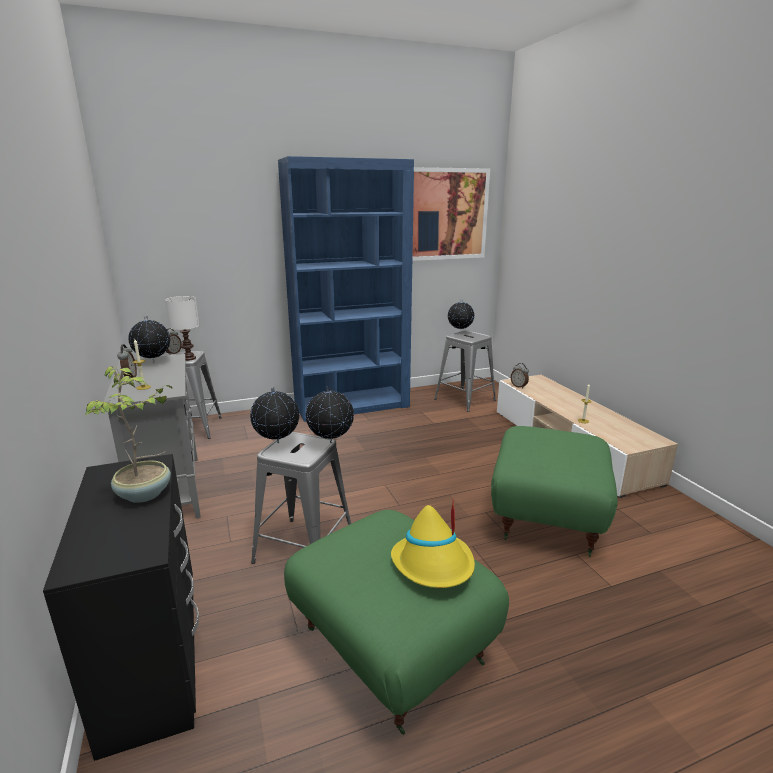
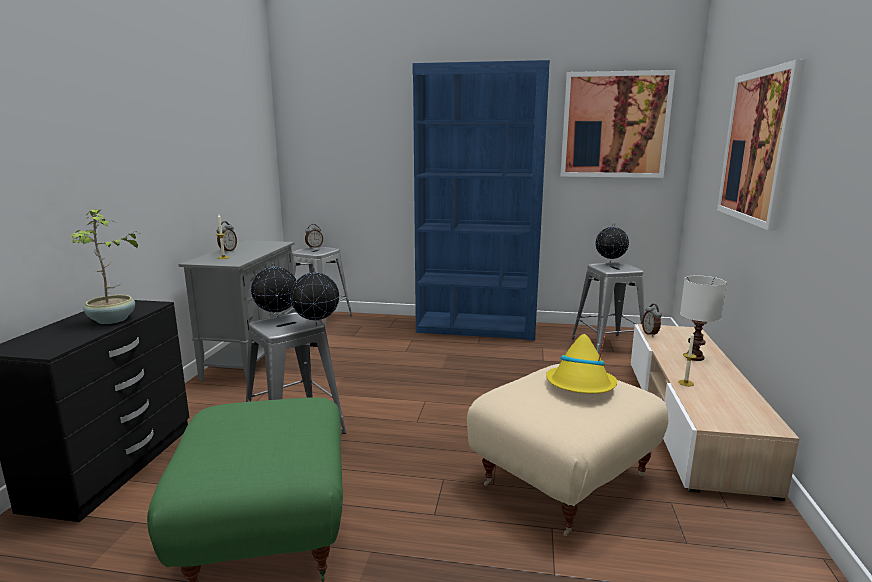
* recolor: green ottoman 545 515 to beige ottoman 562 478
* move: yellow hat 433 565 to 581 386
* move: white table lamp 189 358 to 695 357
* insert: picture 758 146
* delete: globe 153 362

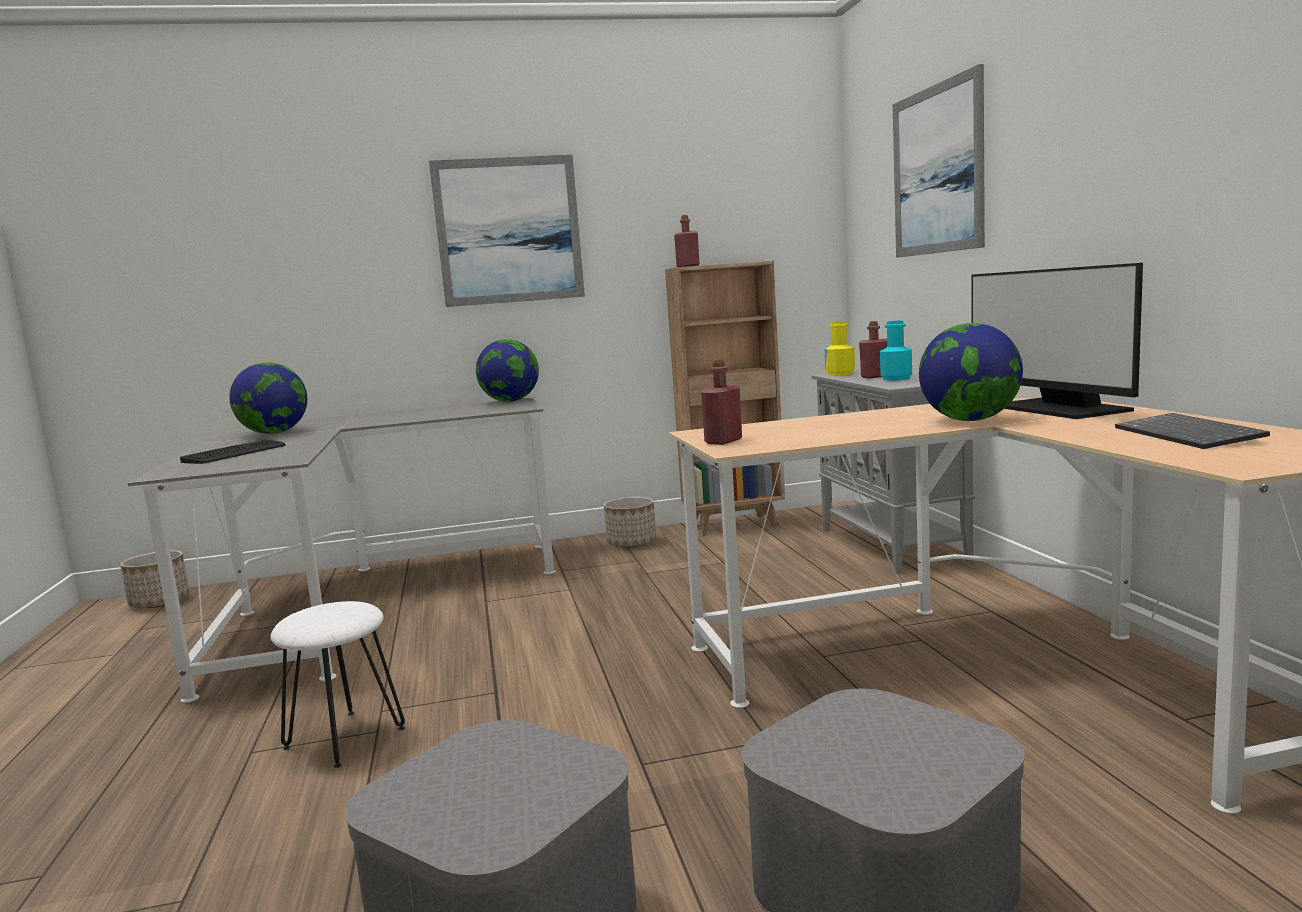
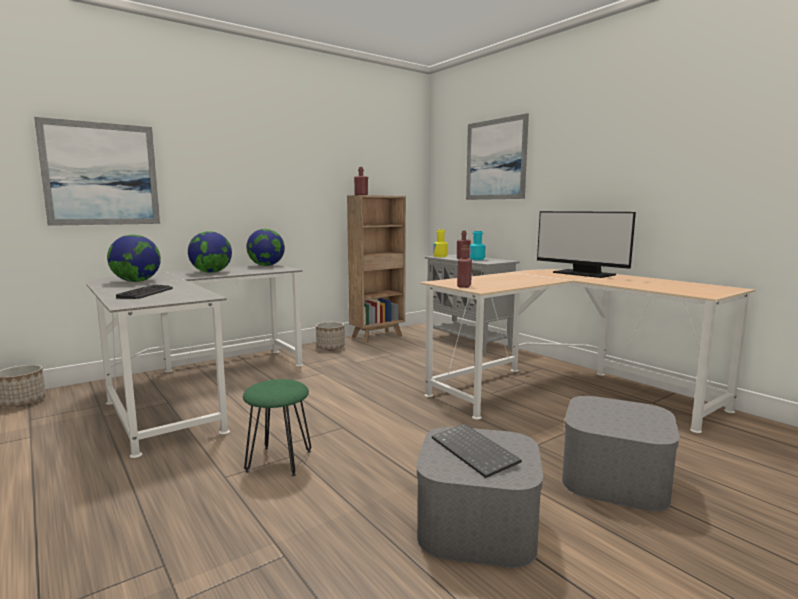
* move: picture 509 231 to 101 174
* move: globe 970 420 to 211 272
* recolor: white stool 344 738 to green stool 279 461
* move: keyboard 1190 435 to 476 451

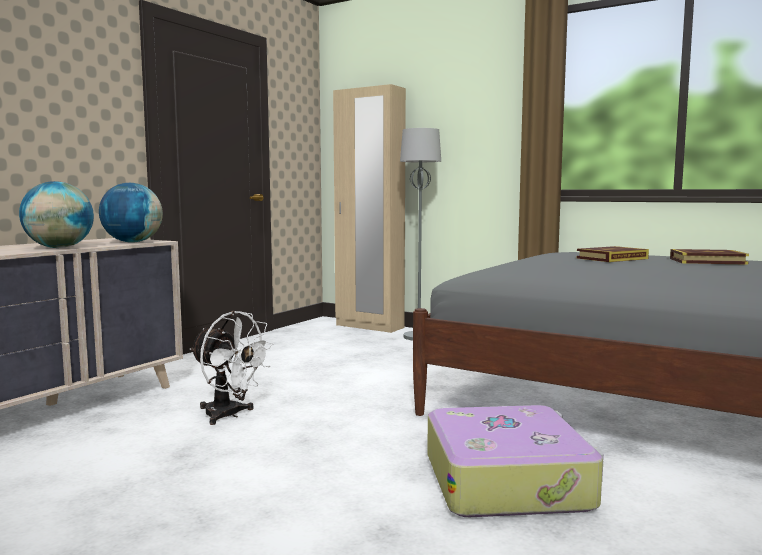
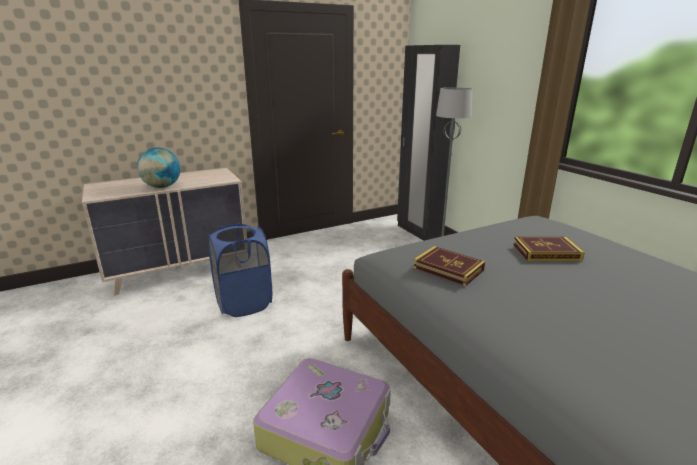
* replace: white fan 229 415 to blue laundry basket 244 303
* recolor: beige wardrobe 369 326 to black wardrobe 418 232
* move: book 707 261 to 448 269
* delete: globe 132 242

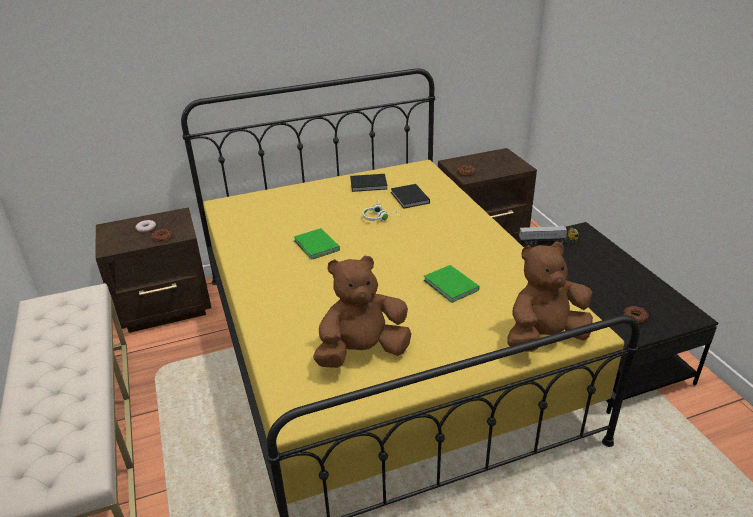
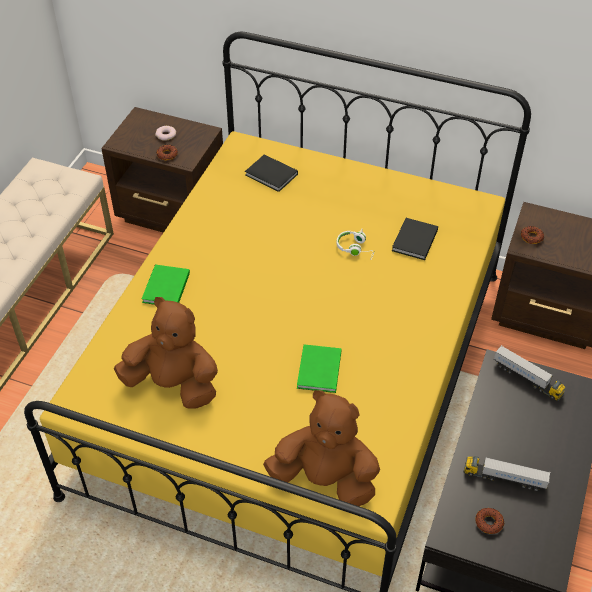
* move: green book 316 246 to 165 288
* move: black book 369 184 to 272 175
* insert: toy truck 504 478

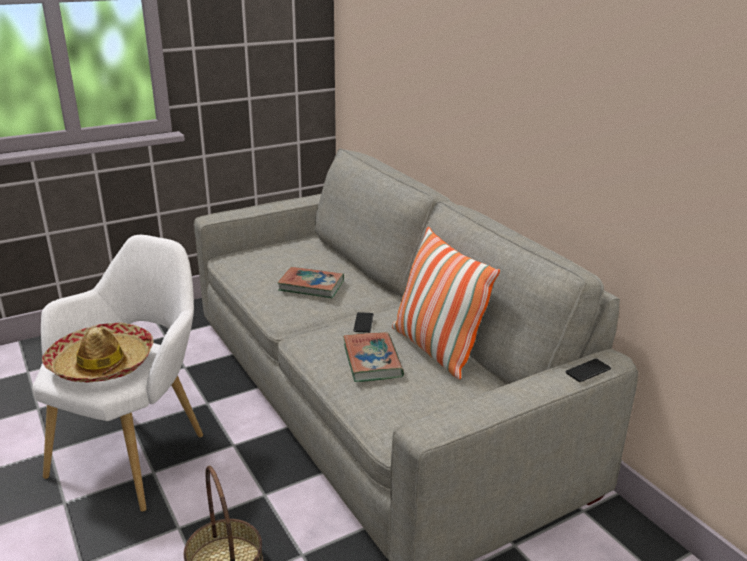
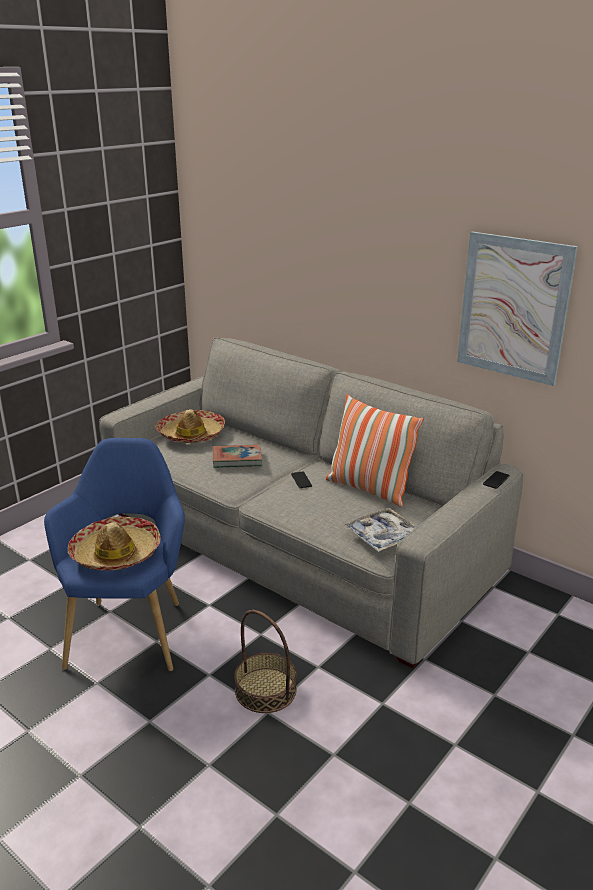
* recolor: white armchair 138 451 to blue armchair 131 629
* insert: hat 191 434
* insert: tray 383 536
* insert: picture 513 308
* delete: book 372 361

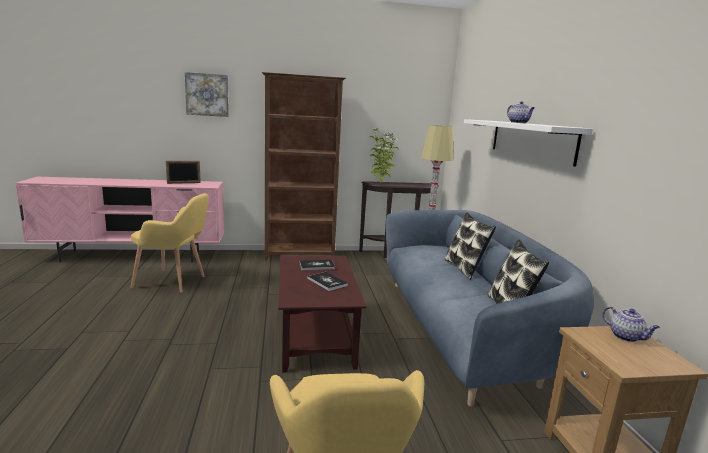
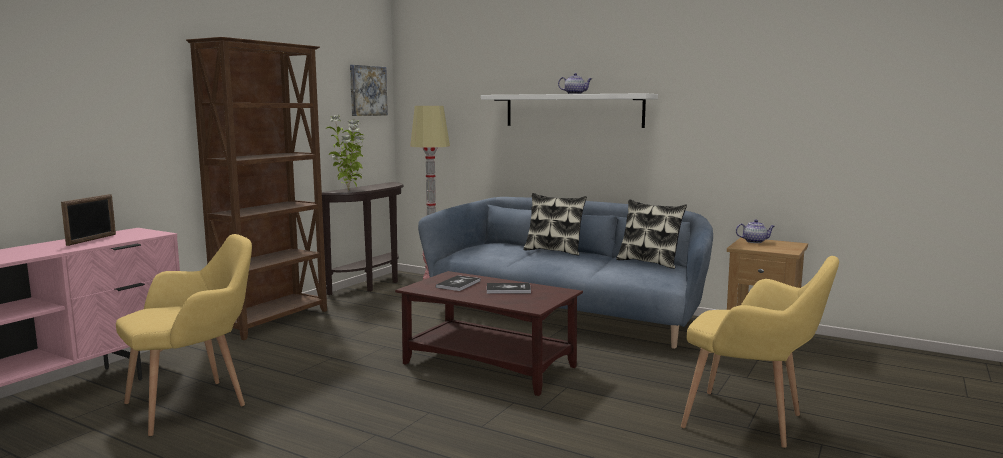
* move: picture 207 94 to 367 91

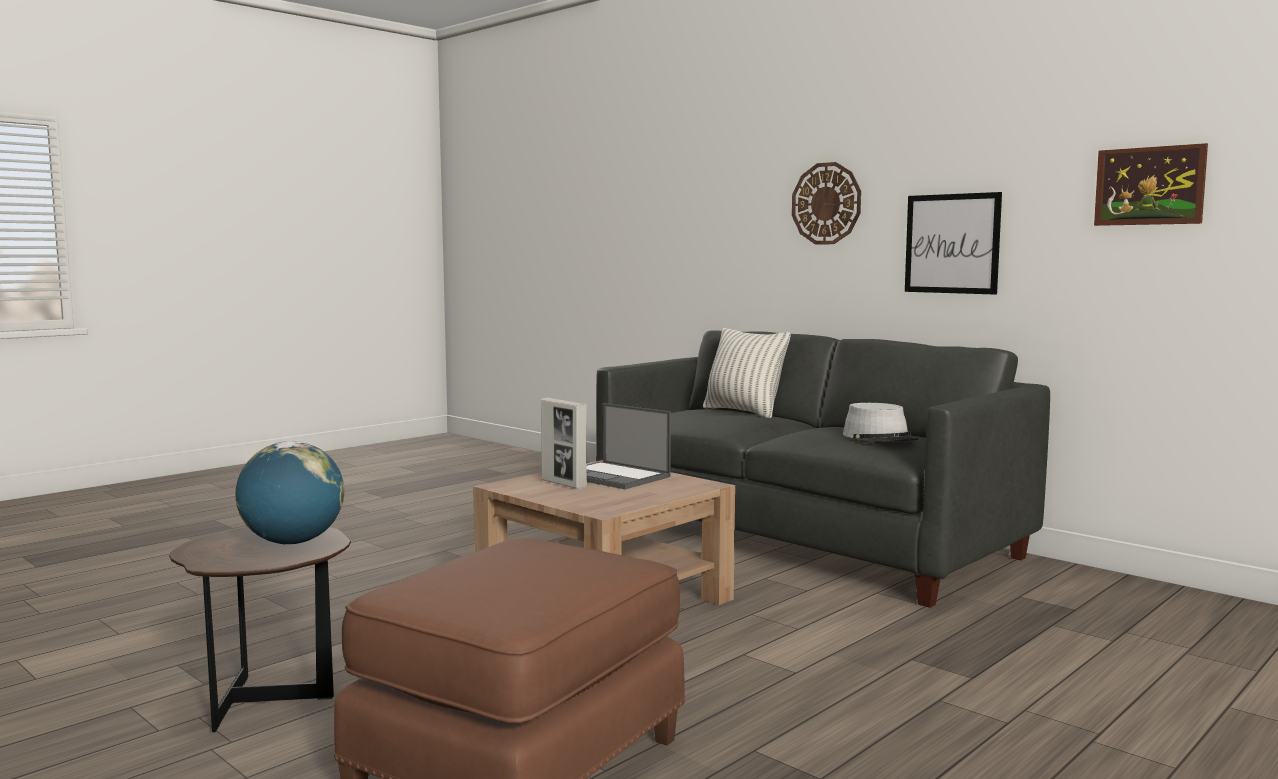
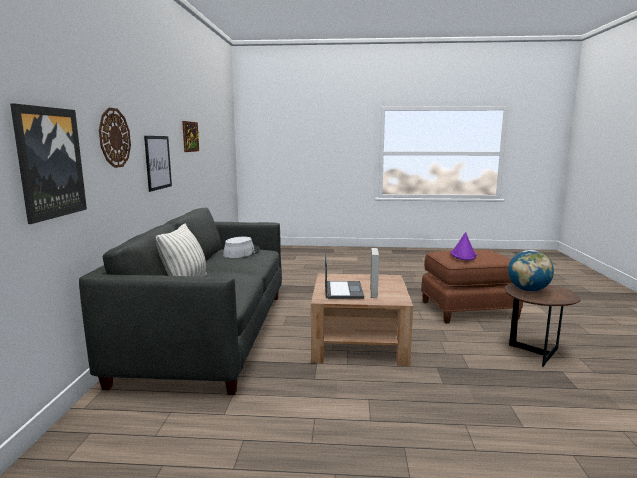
* insert: picture 50 163
* insert: purple hat 463 255

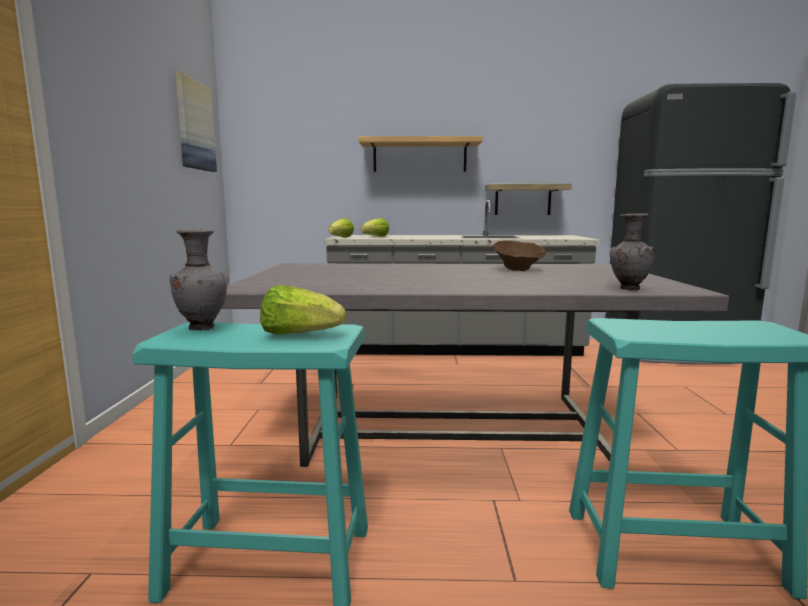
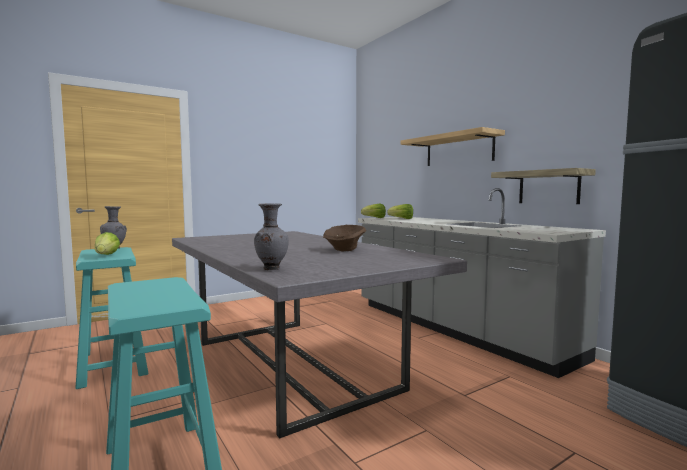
* delete: picture 195 125

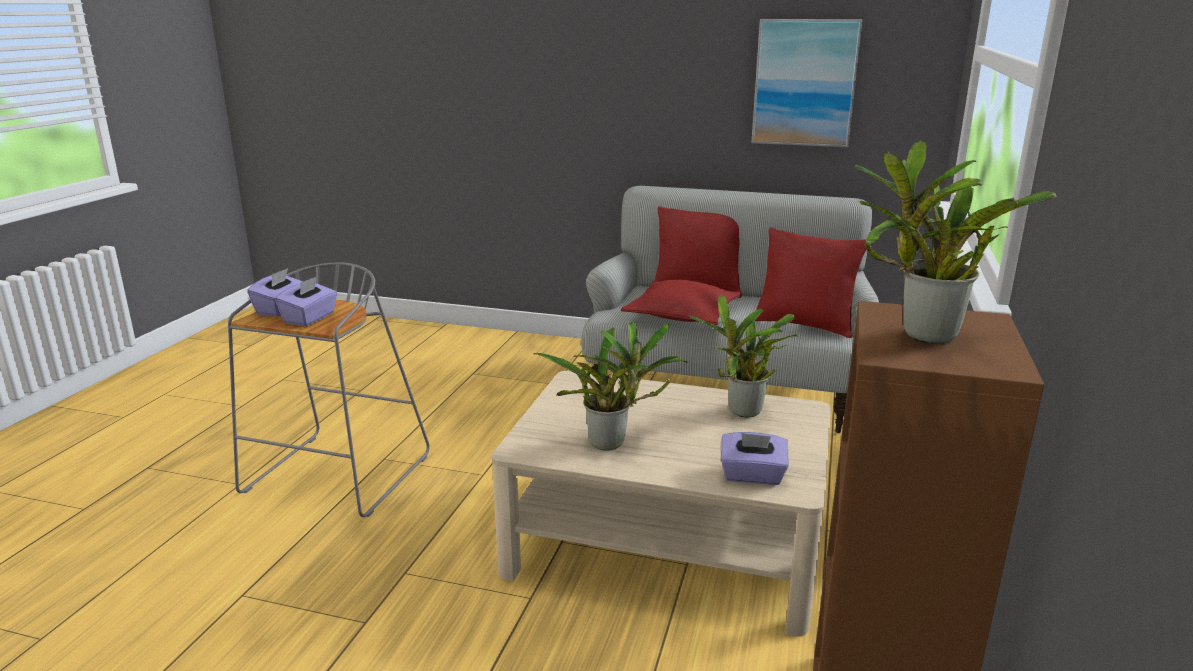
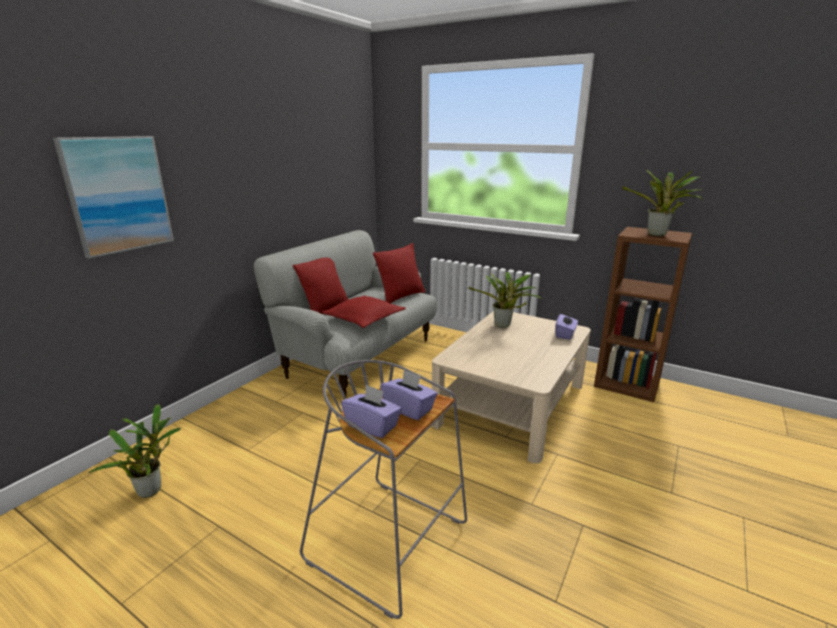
* move: picture 805 83 to 118 195
* move: potted plant 612 444 to 153 489

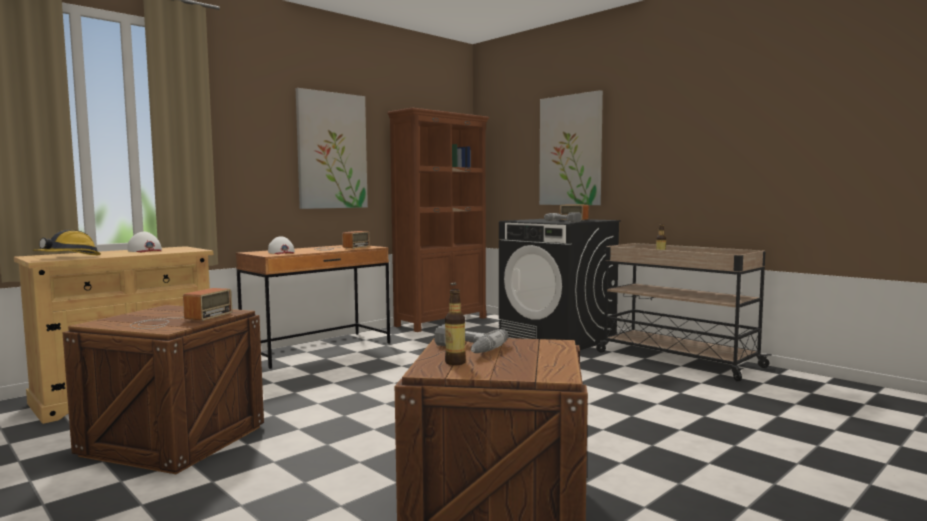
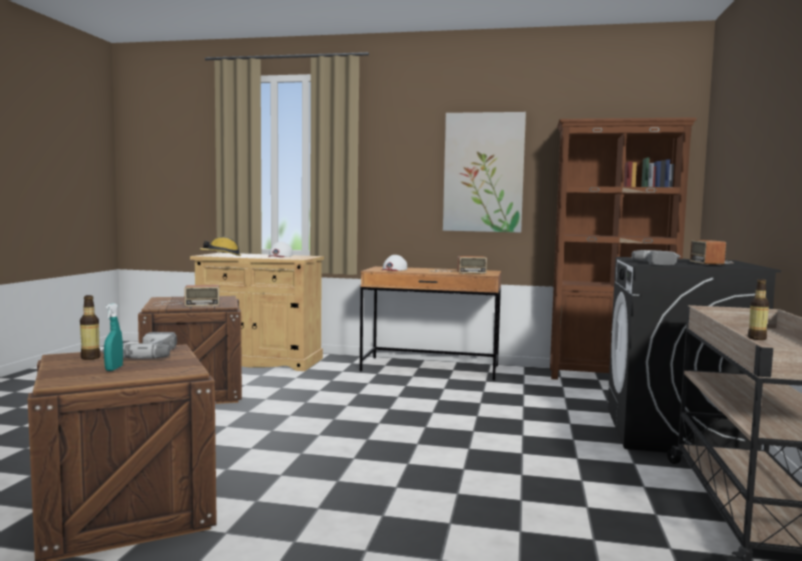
* insert: turquoise spray bottle 114 369
* delete: picture 570 150

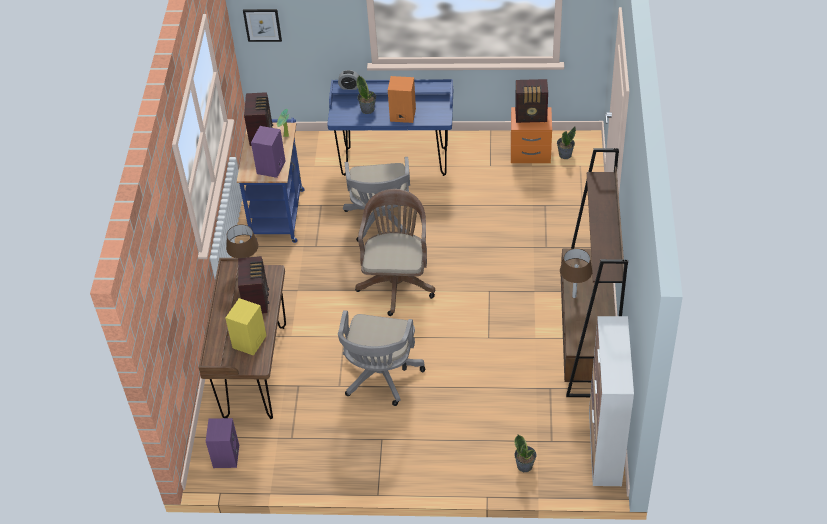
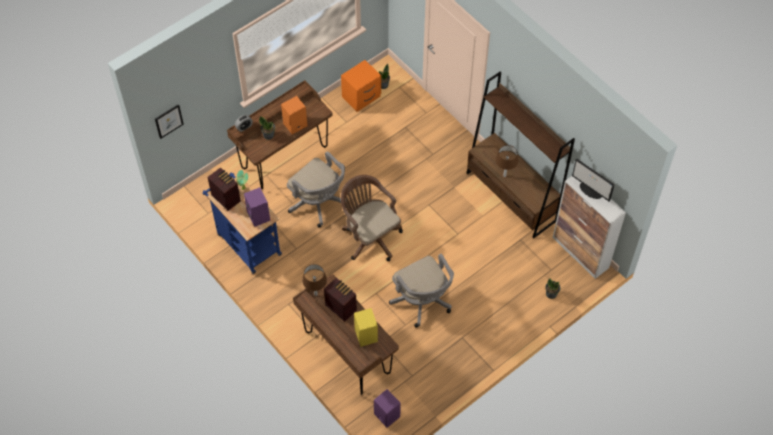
* recolor: blue desk 395 161 to brown desk 284 157
* insert: monitor 591 190
* delete: radio 531 116

